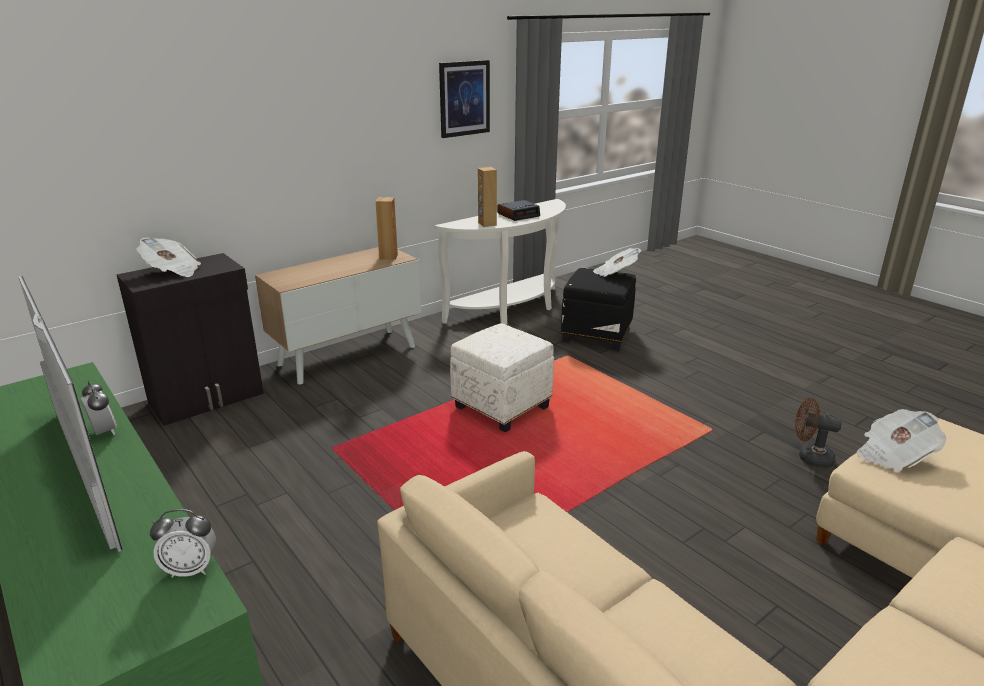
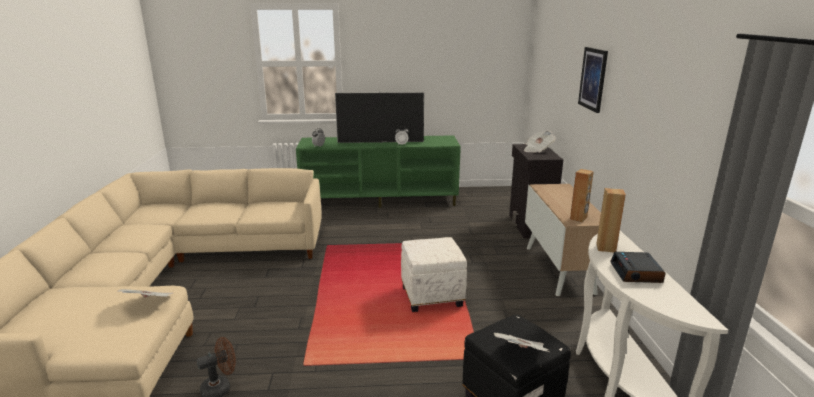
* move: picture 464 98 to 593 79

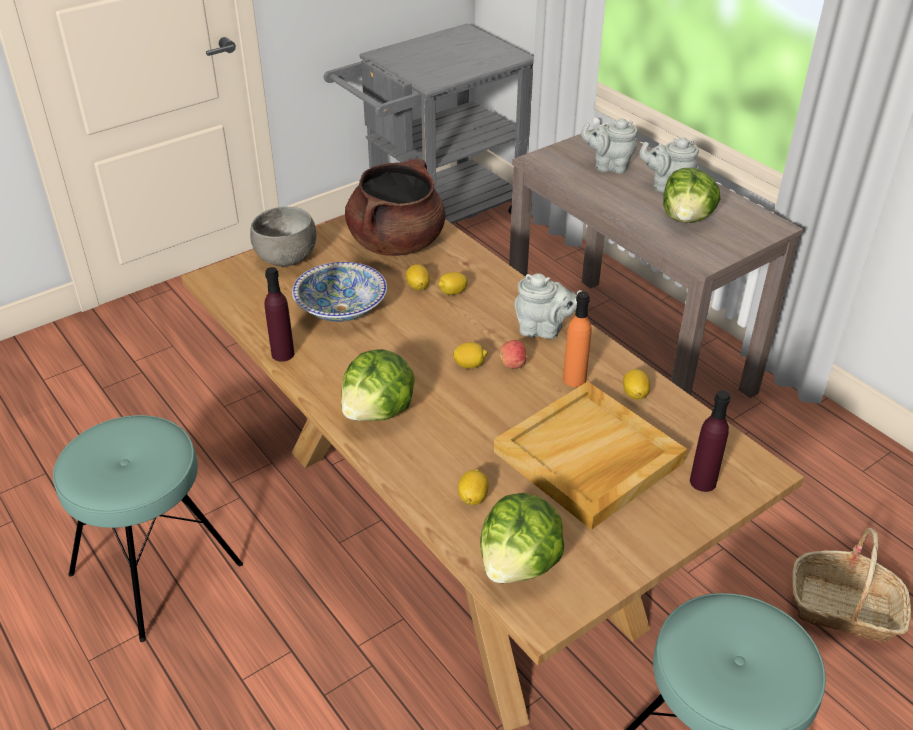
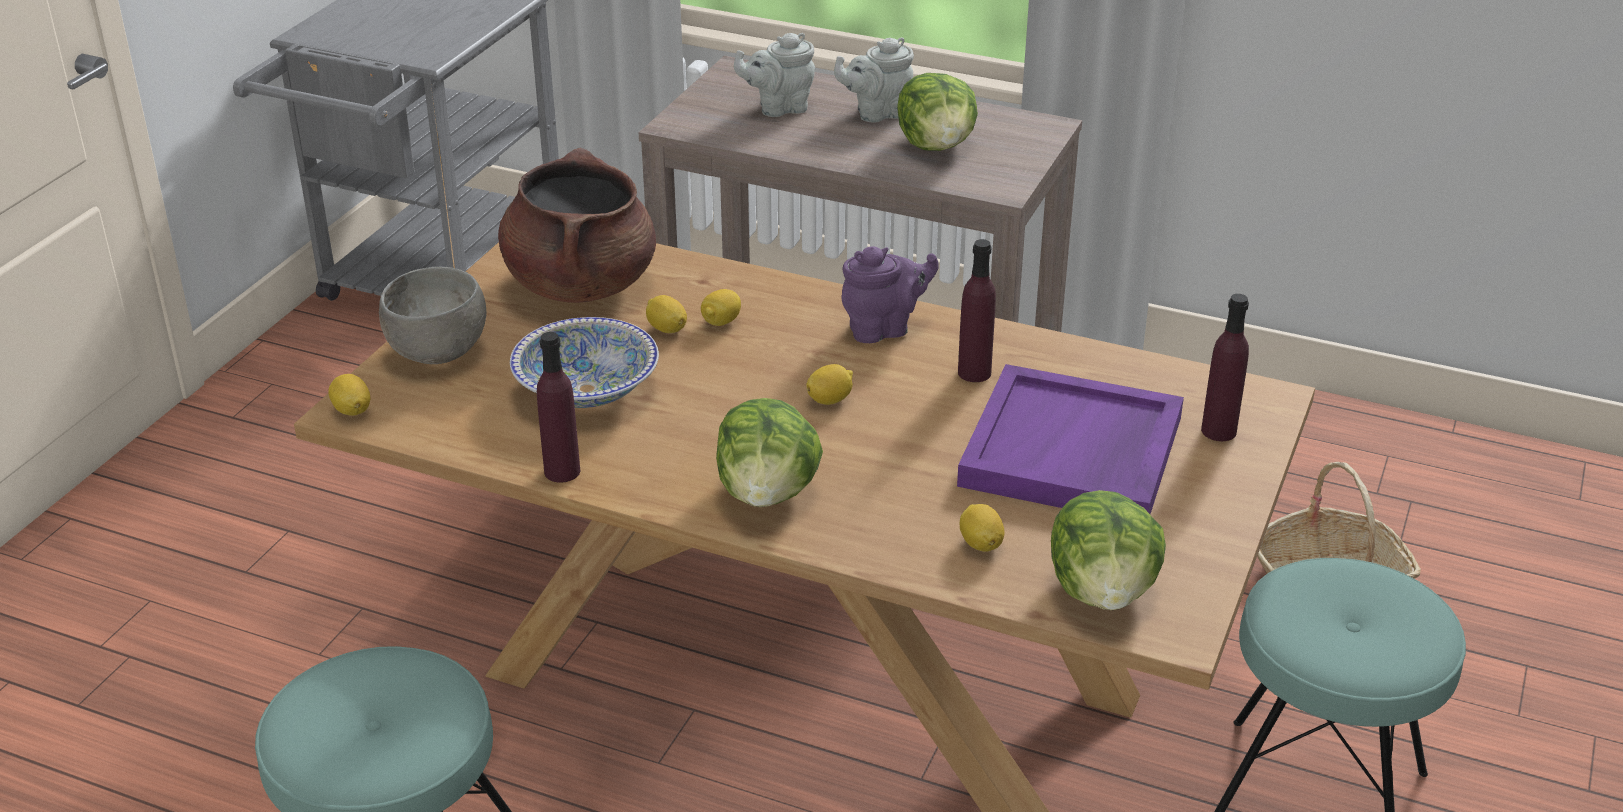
* move: lemon 635 394 to 352 410
* recolor: grey teapot 544 330 to purple teapot 884 329
* recolor: beige tray 588 458 to purple tray 1073 453
* recolor: orange bottle 574 379 to purple bottle 974 373
* delete: apple 513 364

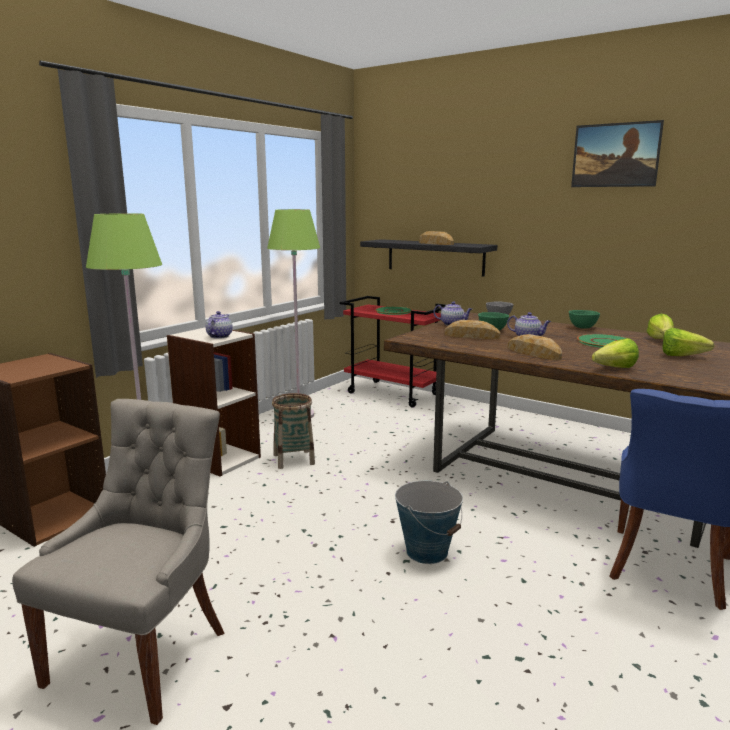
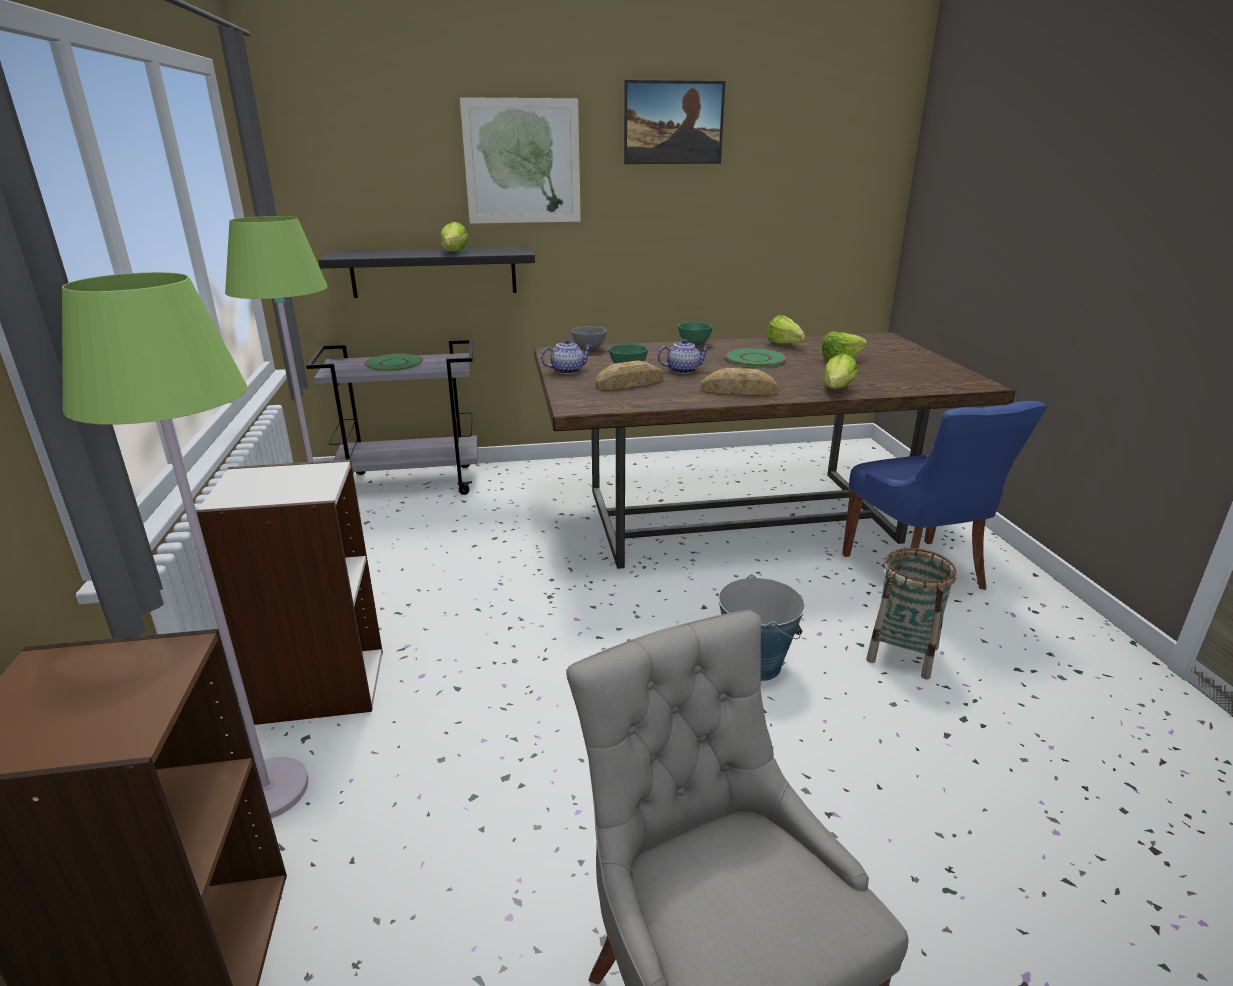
* recolor: red cart 394 394 to grey cart 412 483
* replace: bread 435 243 to lettuce 452 253
* insert: picture 522 162
* move: basket 294 459 to 902 654
* delete: teapot 219 336

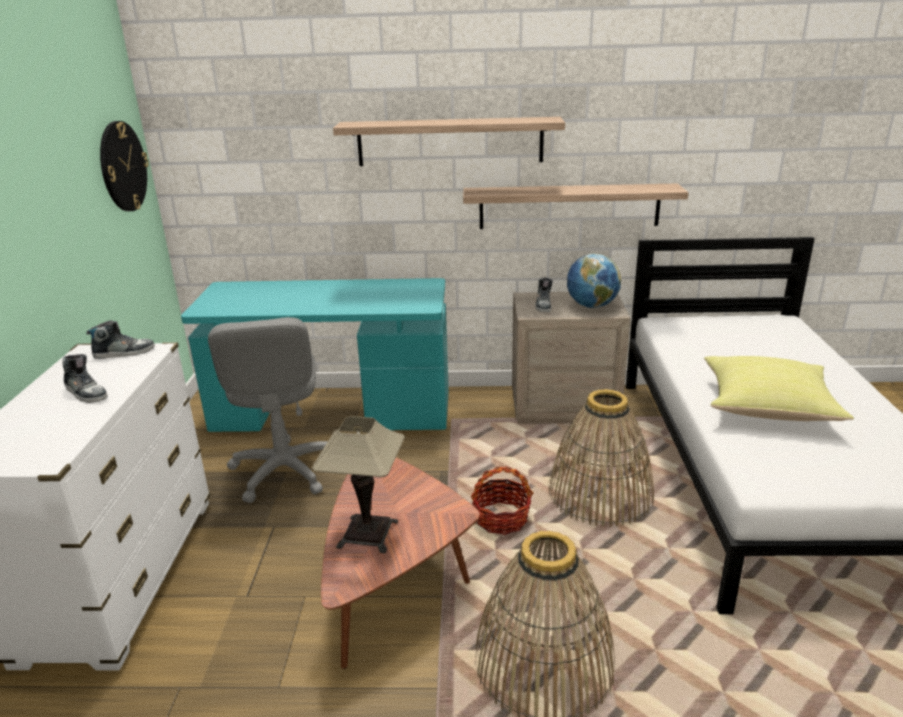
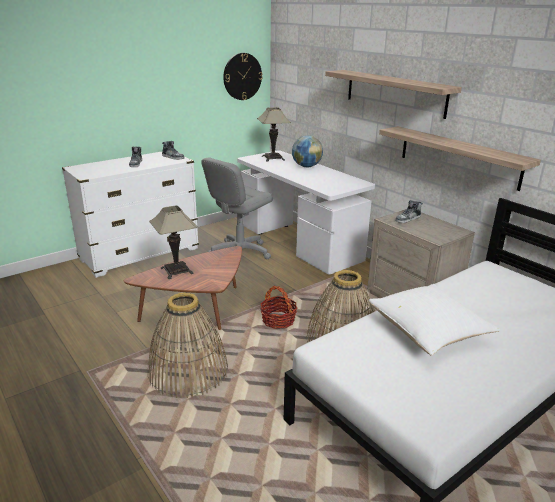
* recolor: turquoise desk 333 412 to white desk 299 243
* insert: table lamp 273 158
* move: globe 591 306 to 306 166
* recolor: yellow pillow 768 408 to white pillow 429 333

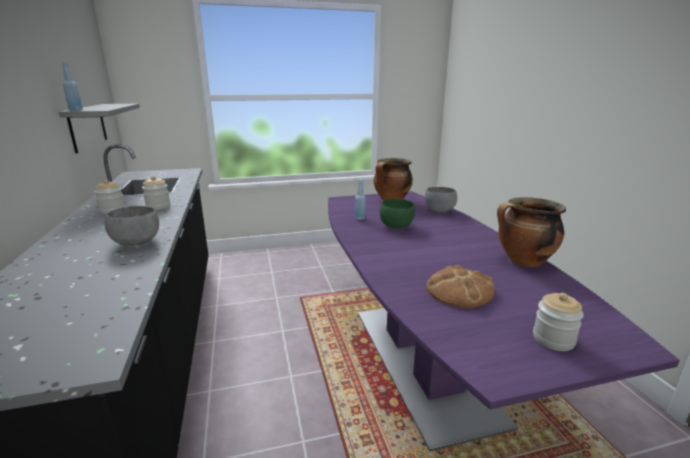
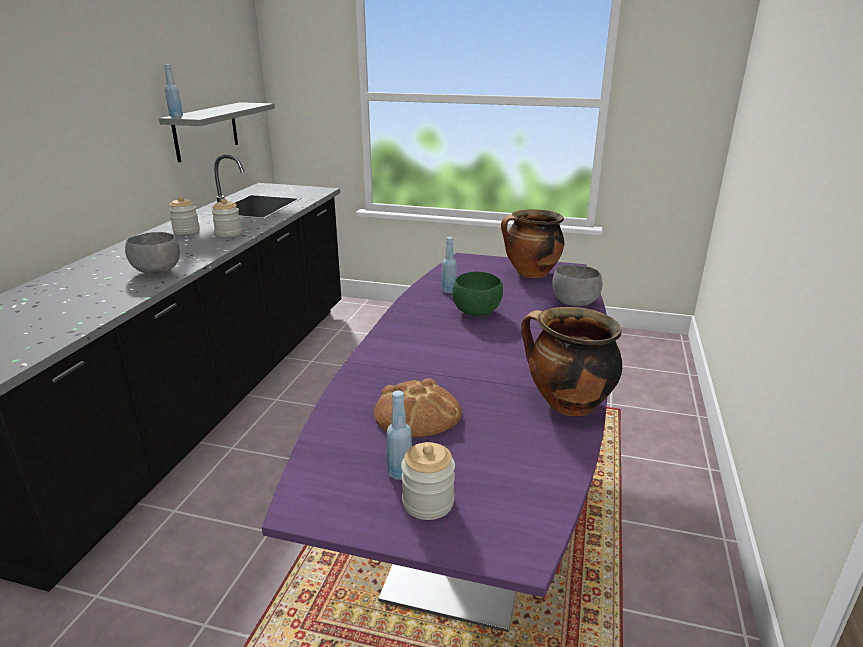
* insert: blue bottle 400 473

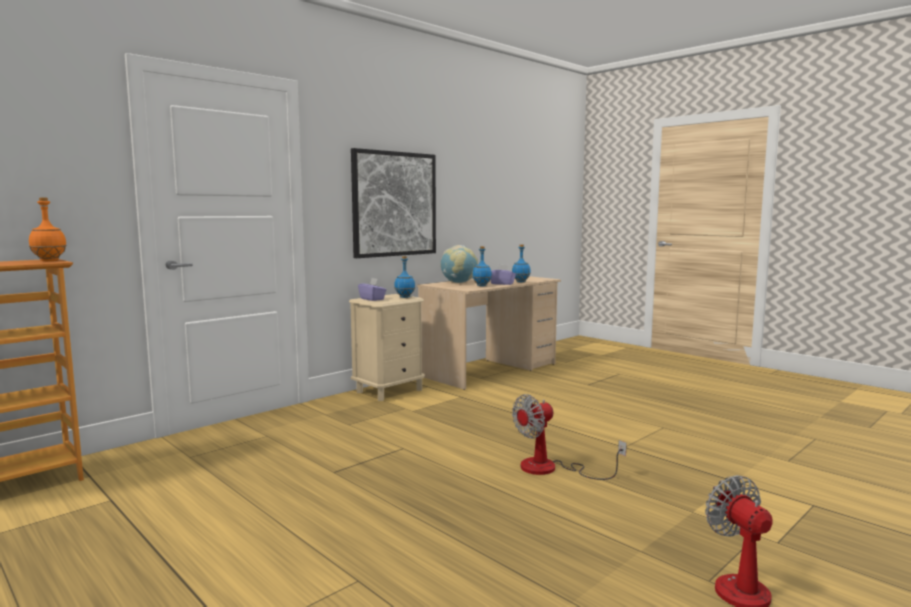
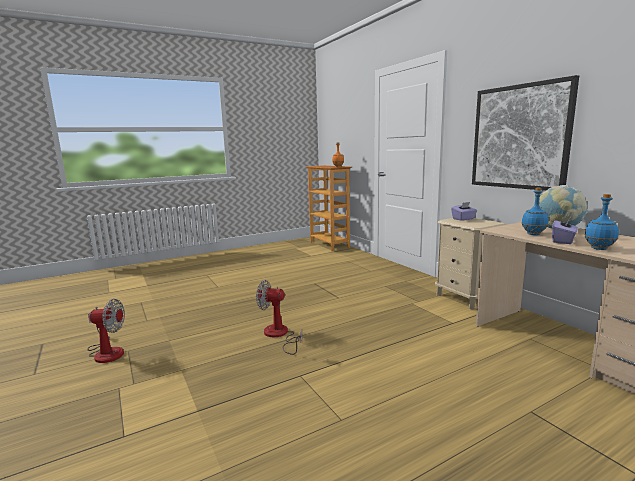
* rotate: fan 551 469 = 279 335 60 degrees counterclockwise
* delete: blue bottle 405 297

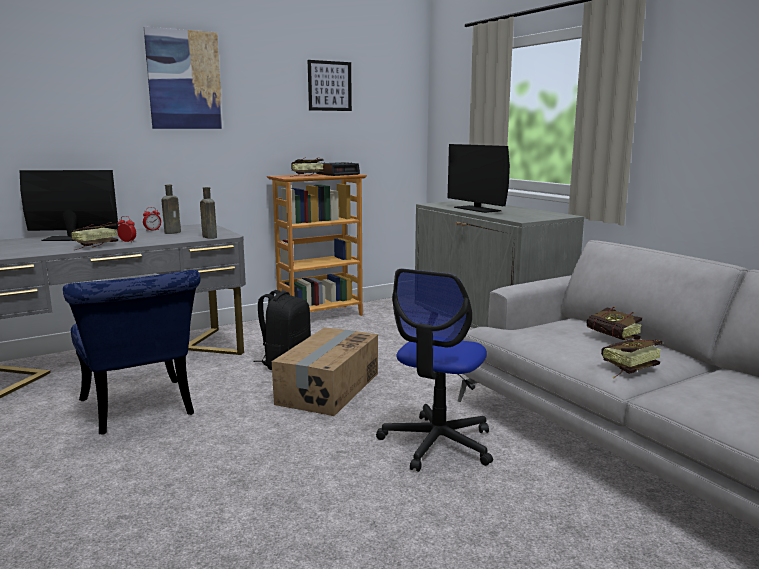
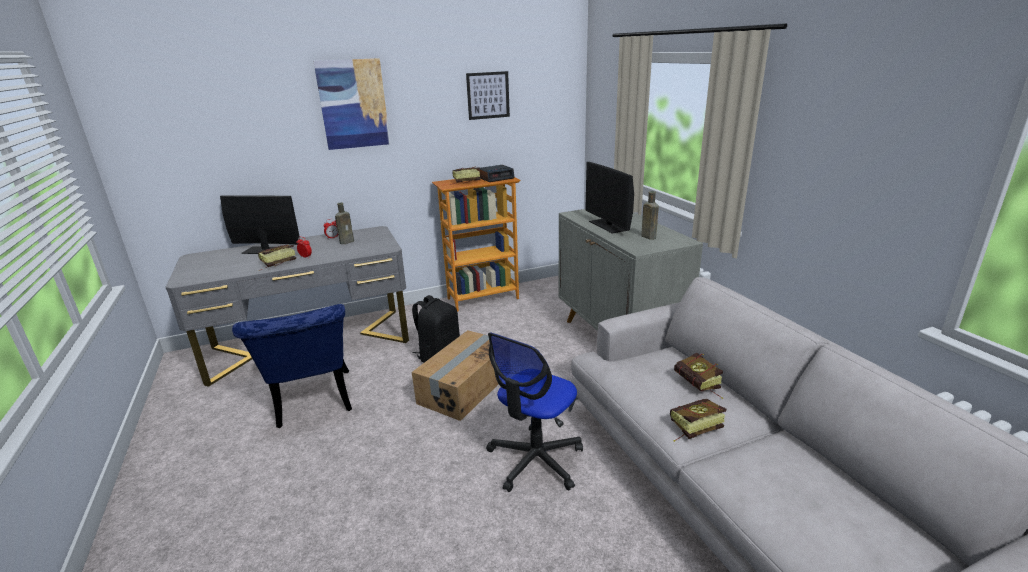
* move: brown bottle 209 237 to 647 236

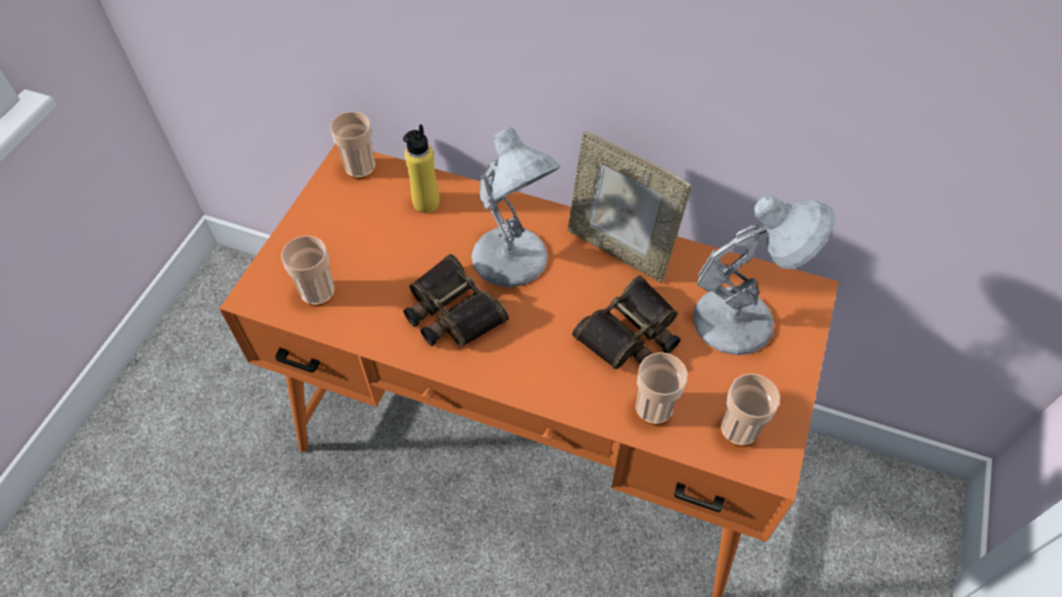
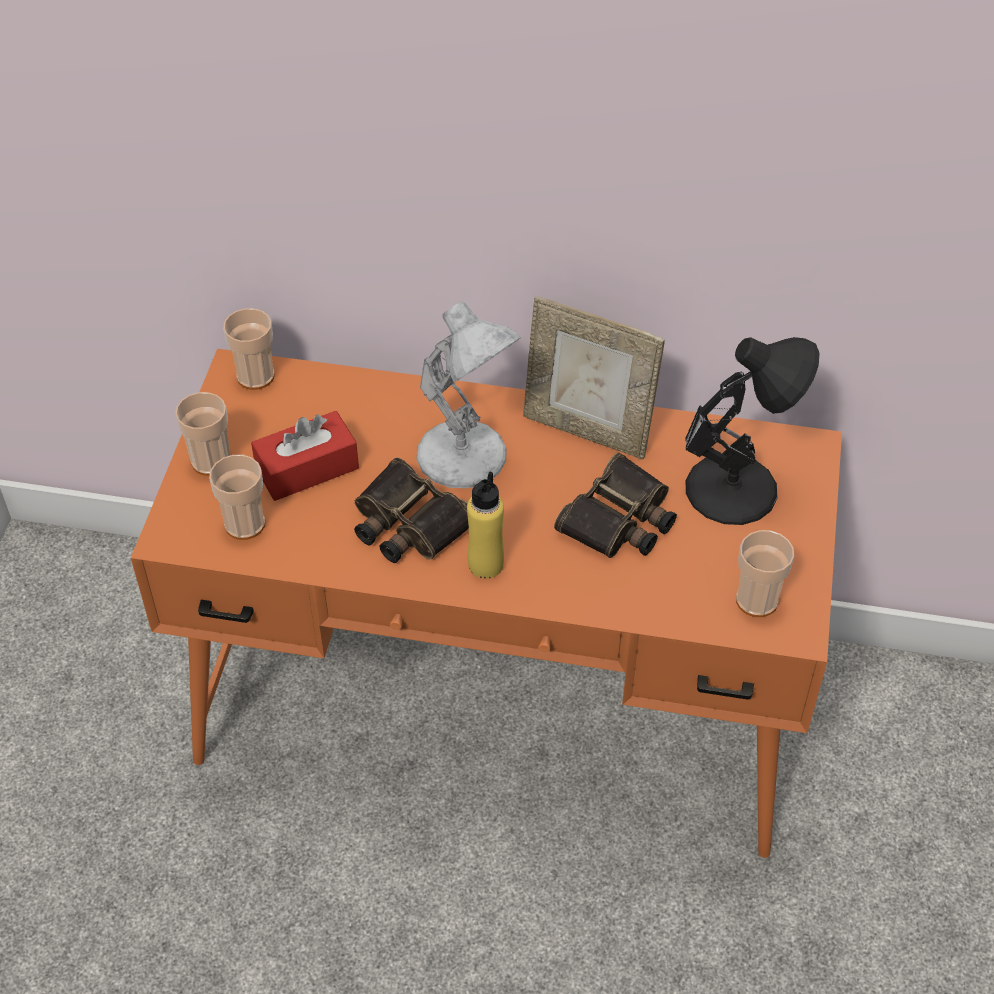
* move: cup 653 408 to 211 461
* insert: red tissue box 307 468
* move: yellow bottle 426 202 to 485 564
* recolor: white table lamp 738 321 to black table lamp 736 488

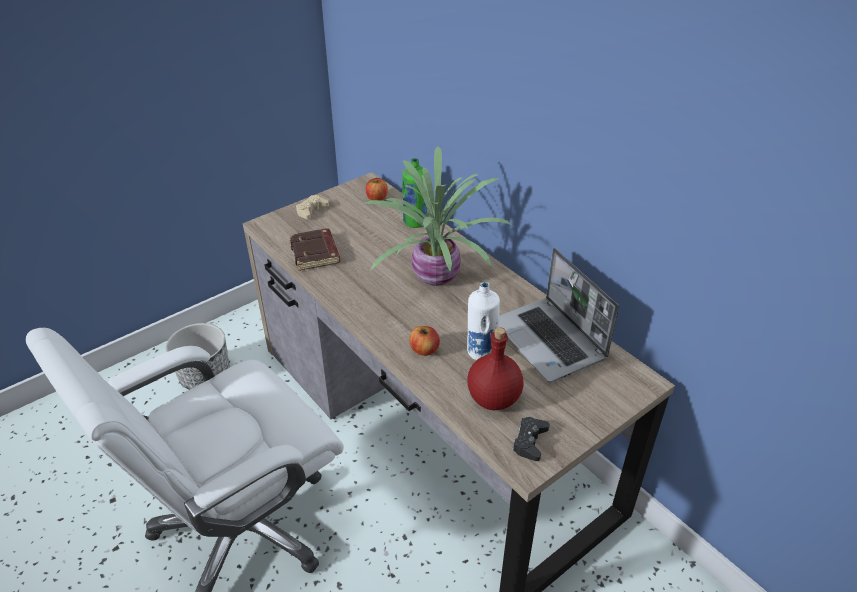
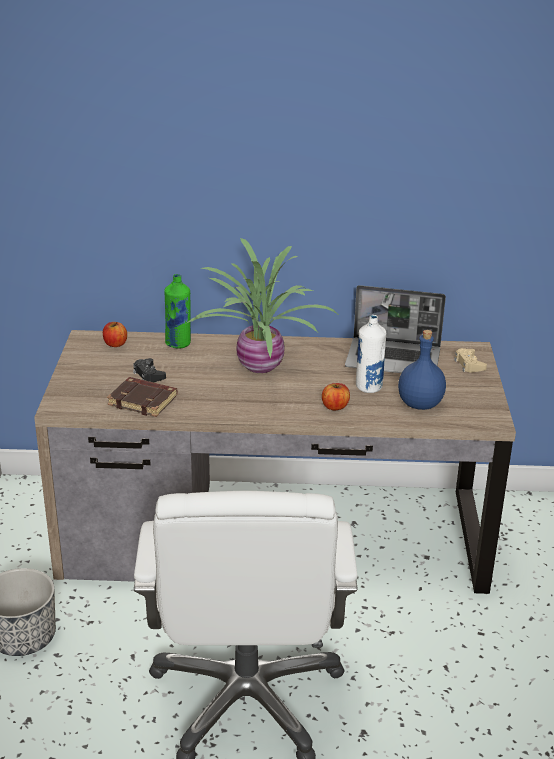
* move: black game controller 529 442 to 148 375
* recolor: red bottle 493 399 to blue bottle 421 404
* move: beige game controller 311 211 to 469 364

